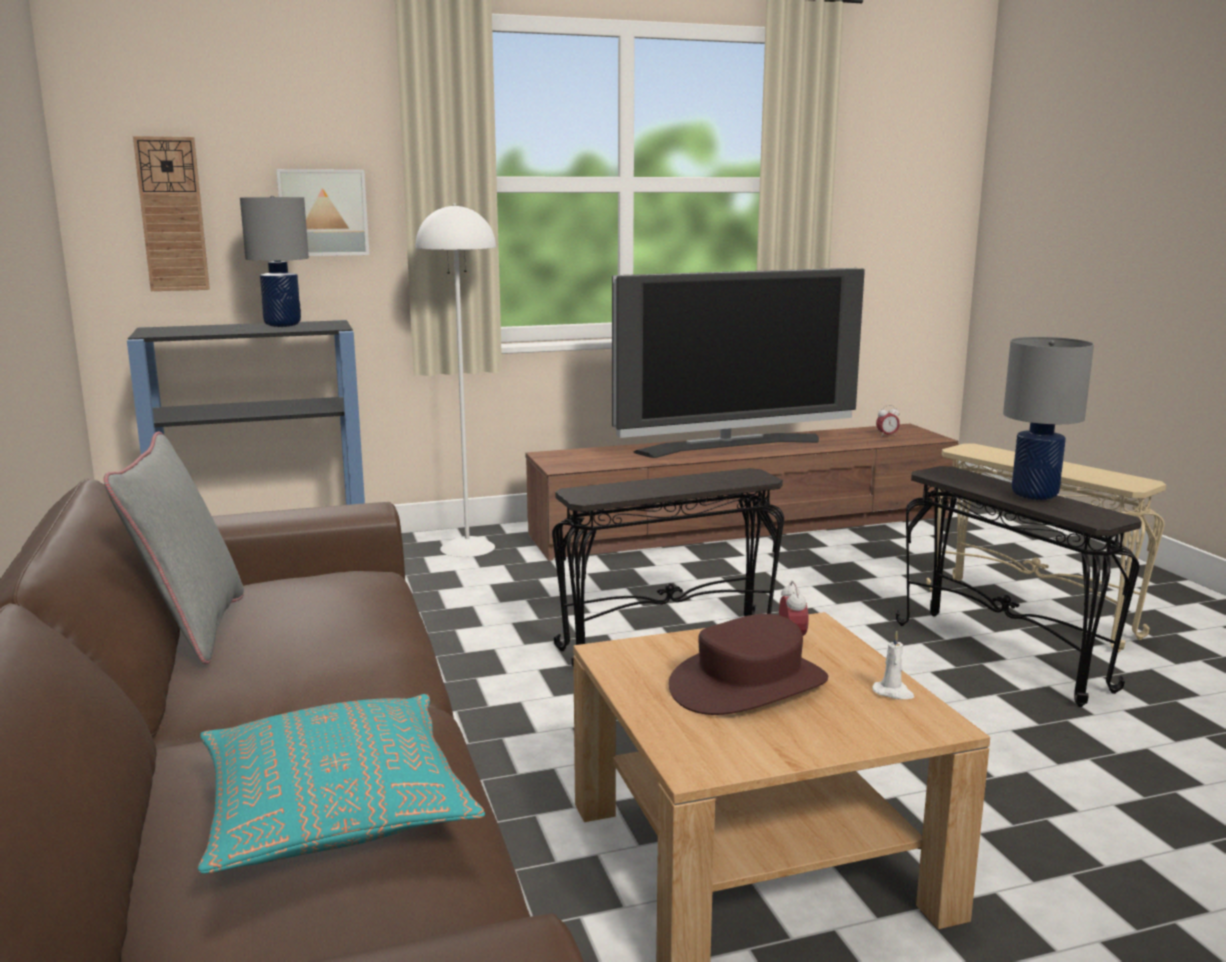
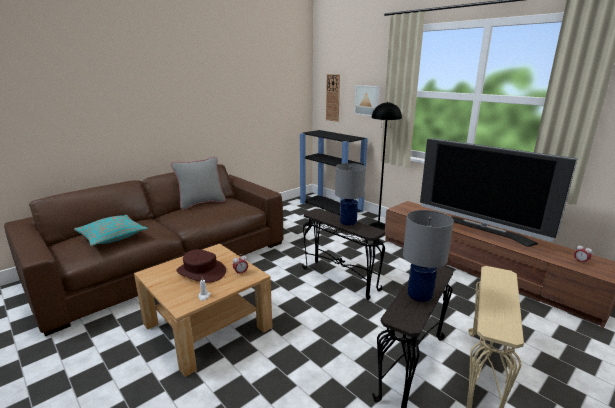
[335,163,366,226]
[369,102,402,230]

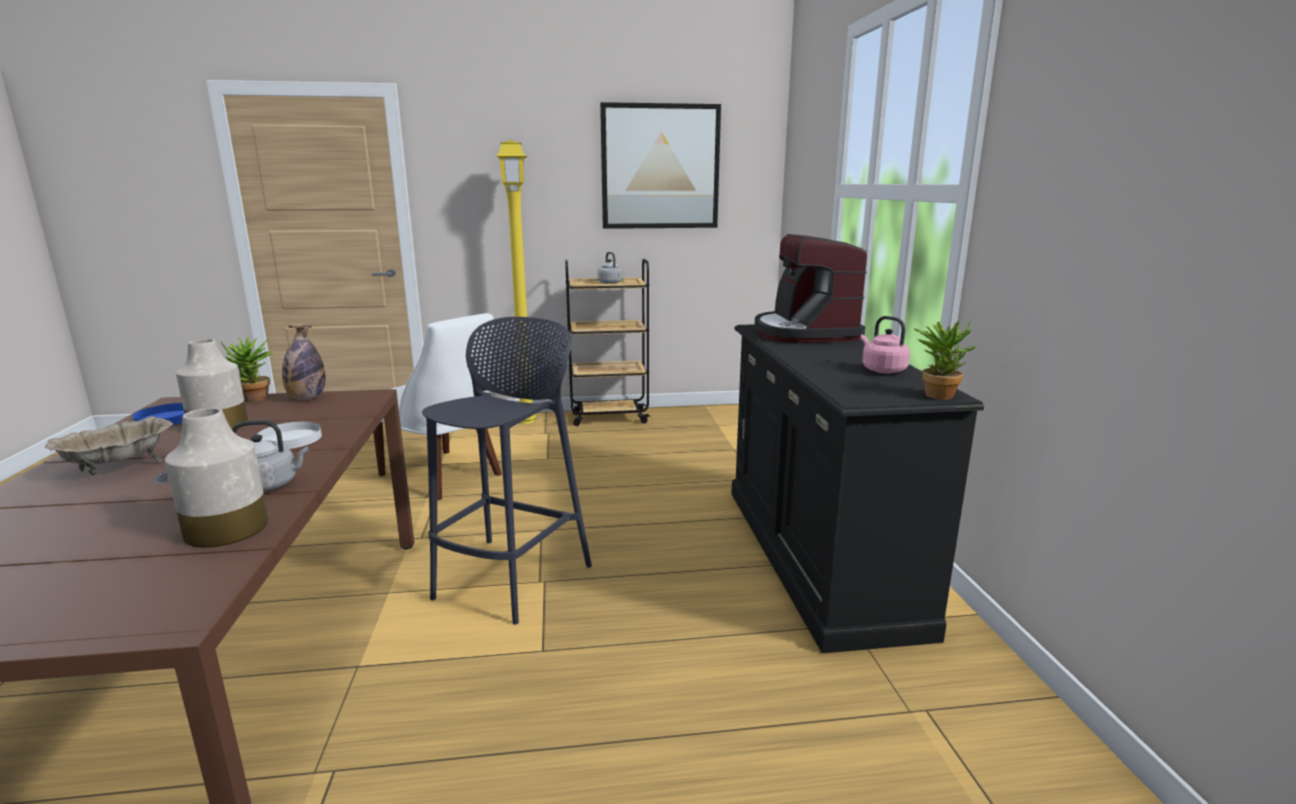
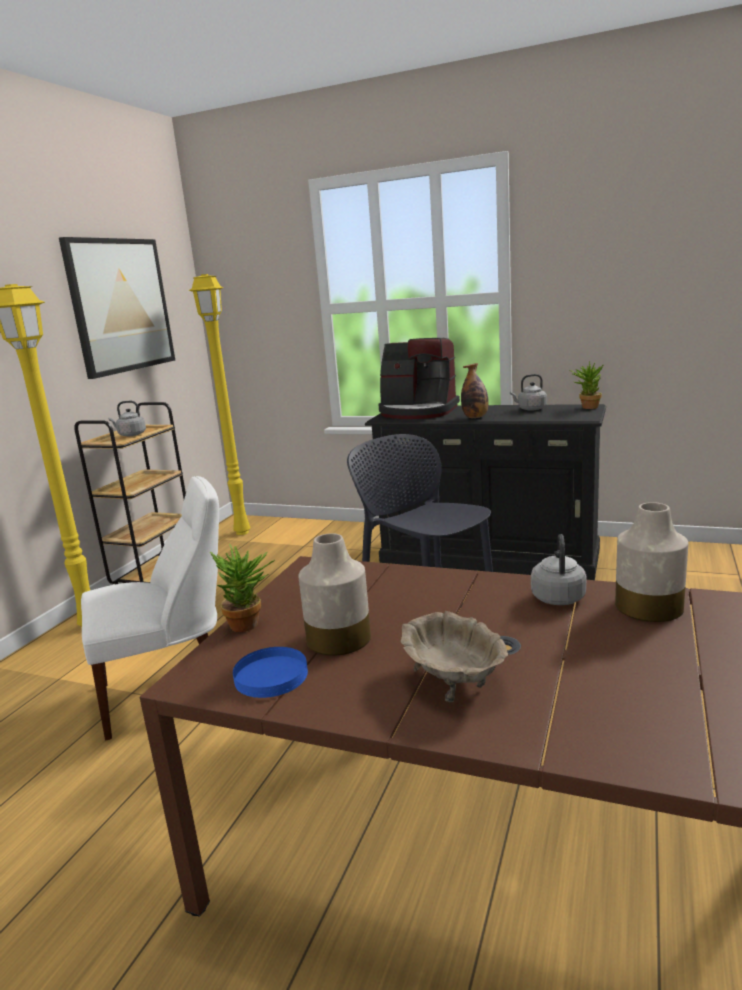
[510,374,547,411]
[461,363,489,418]
[257,422,322,449] (first image)
[189,274,251,535]

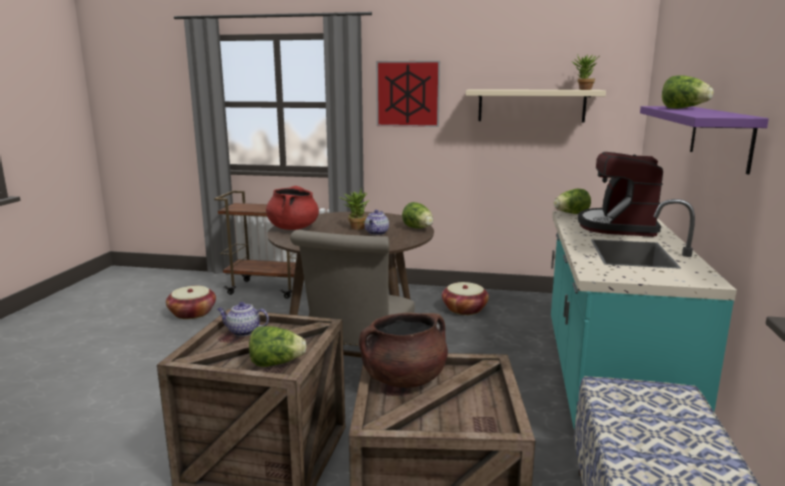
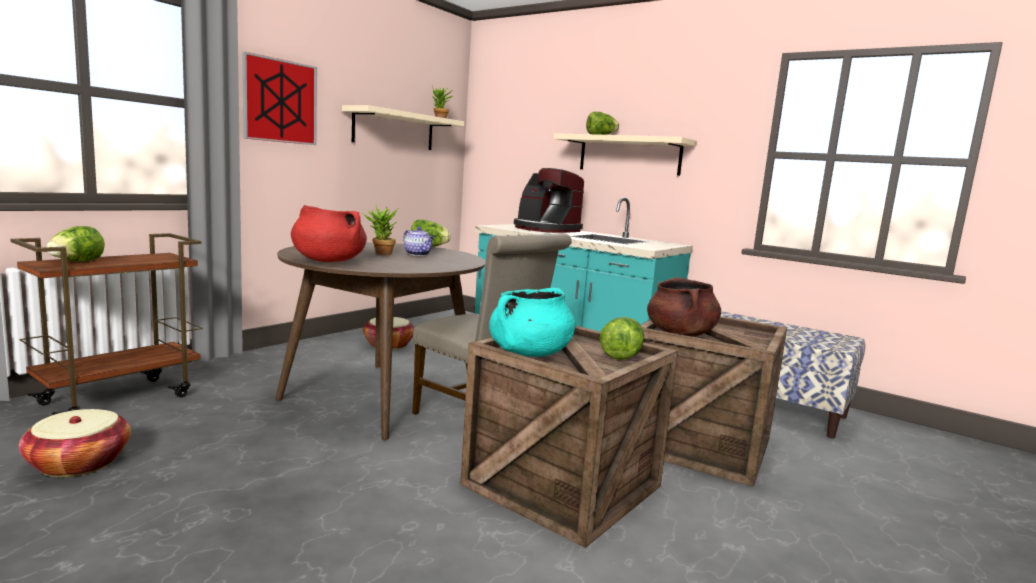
[554,133,697,176]
[46,226,105,261]
[489,288,576,357]

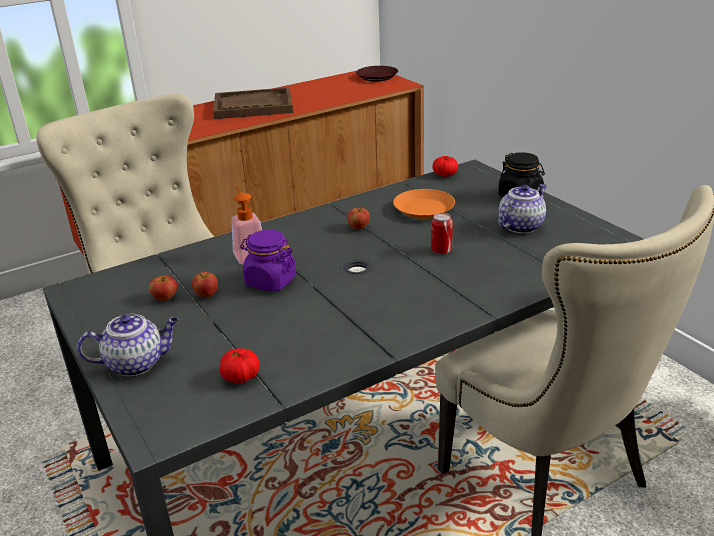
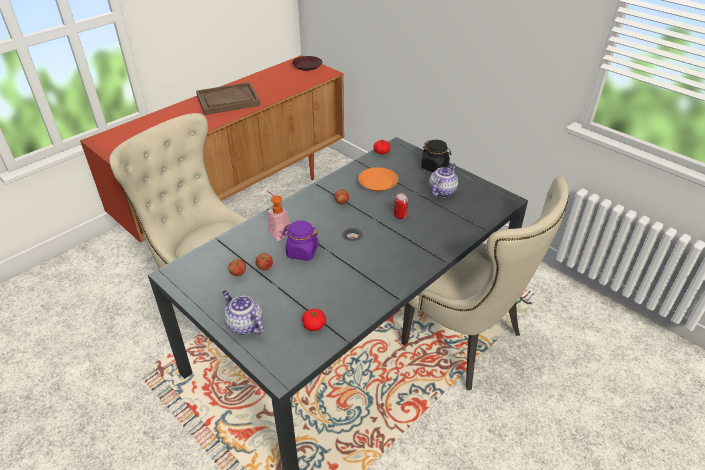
[222,290,264,335]

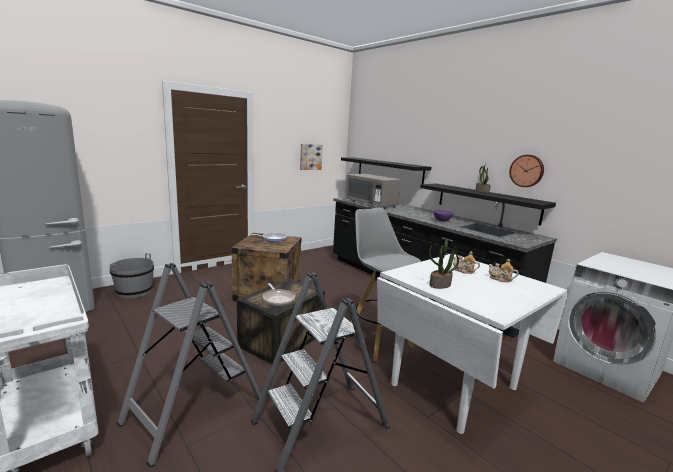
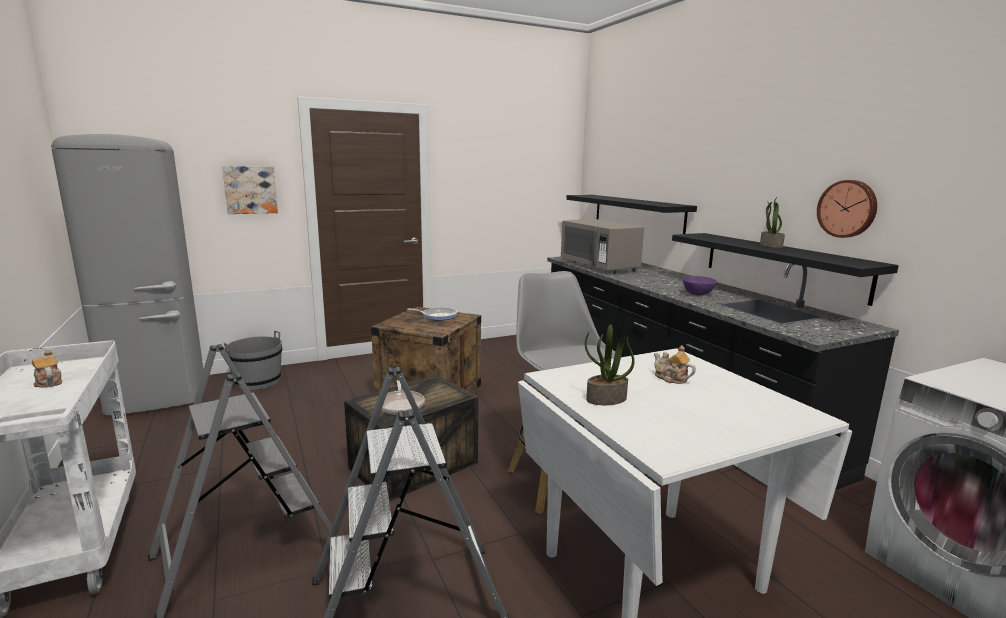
[222,166,278,214]
[32,350,62,388]

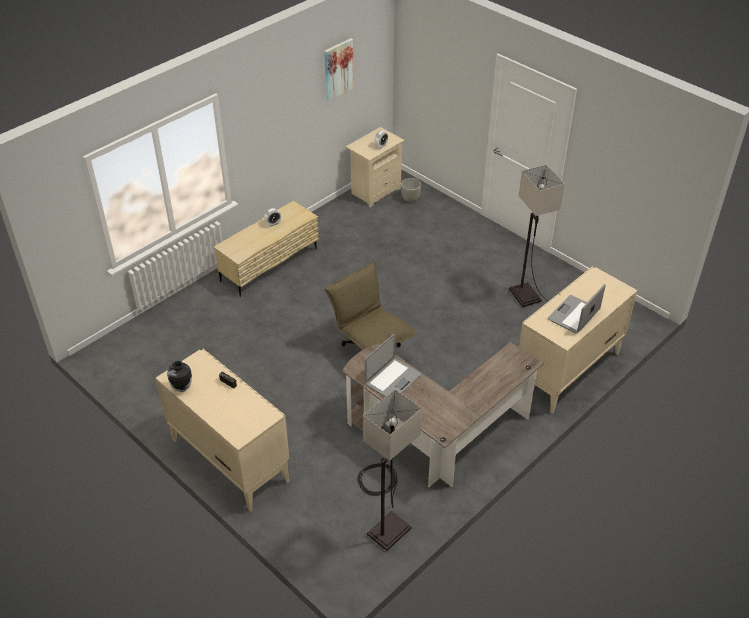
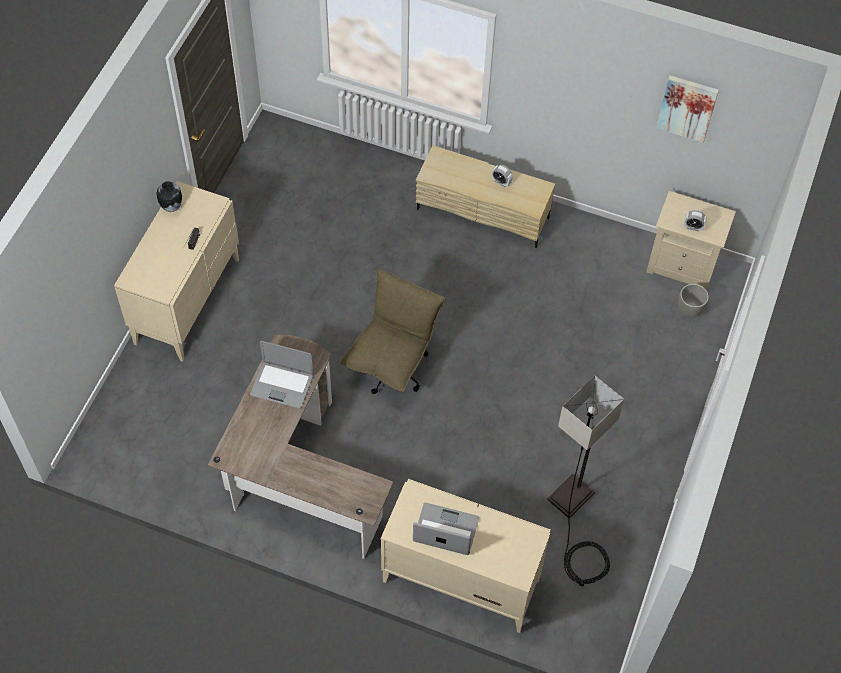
[358,390,422,551] (first image)

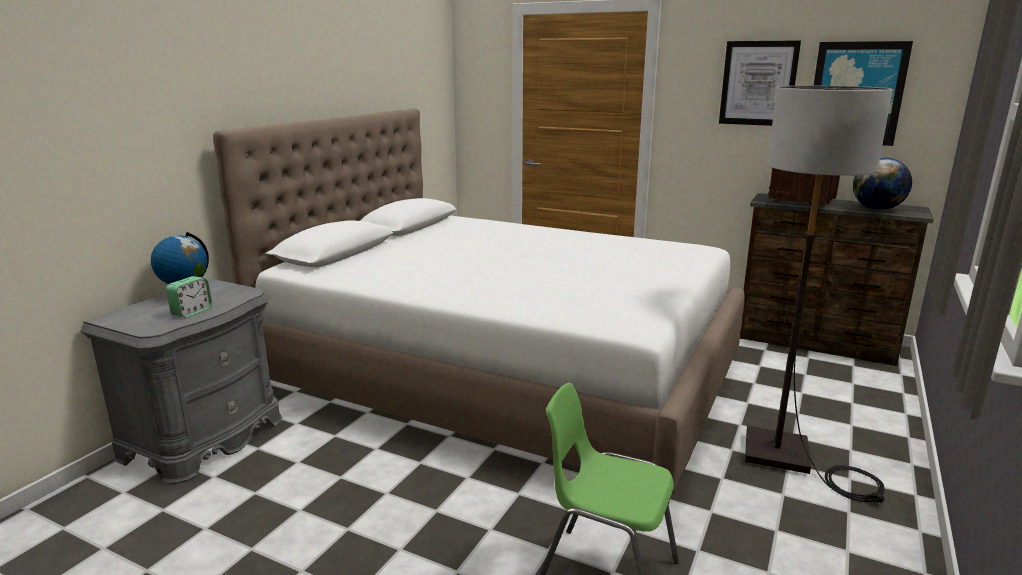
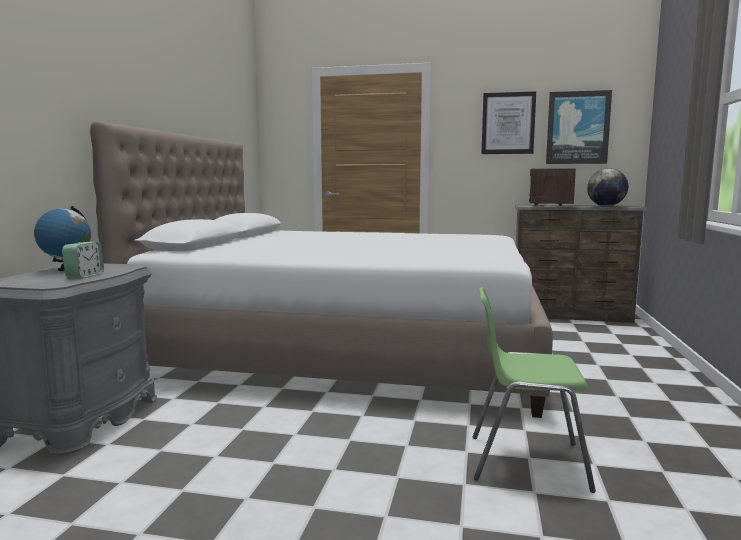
[745,86,893,506] (first image)

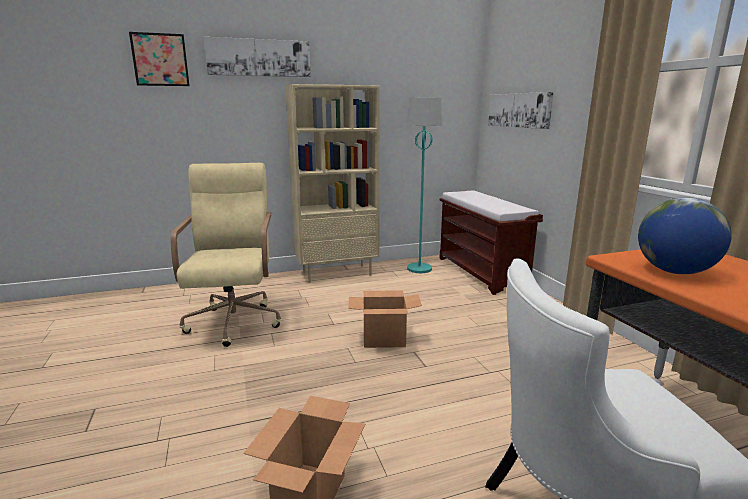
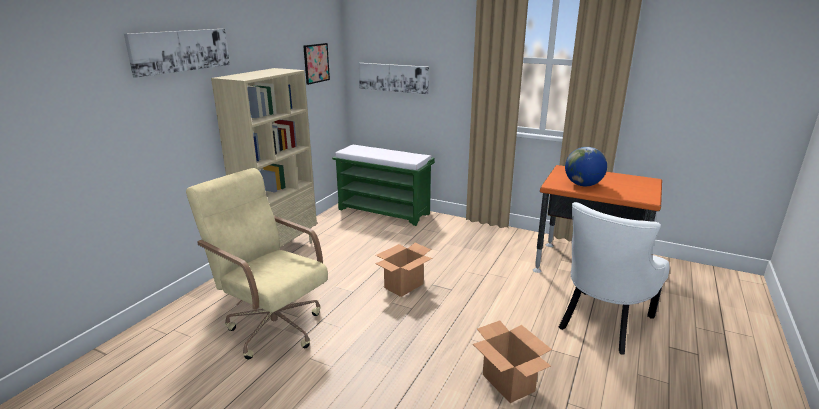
[303,43,330,85]
[407,97,442,273] (first image)
[332,145,435,226]

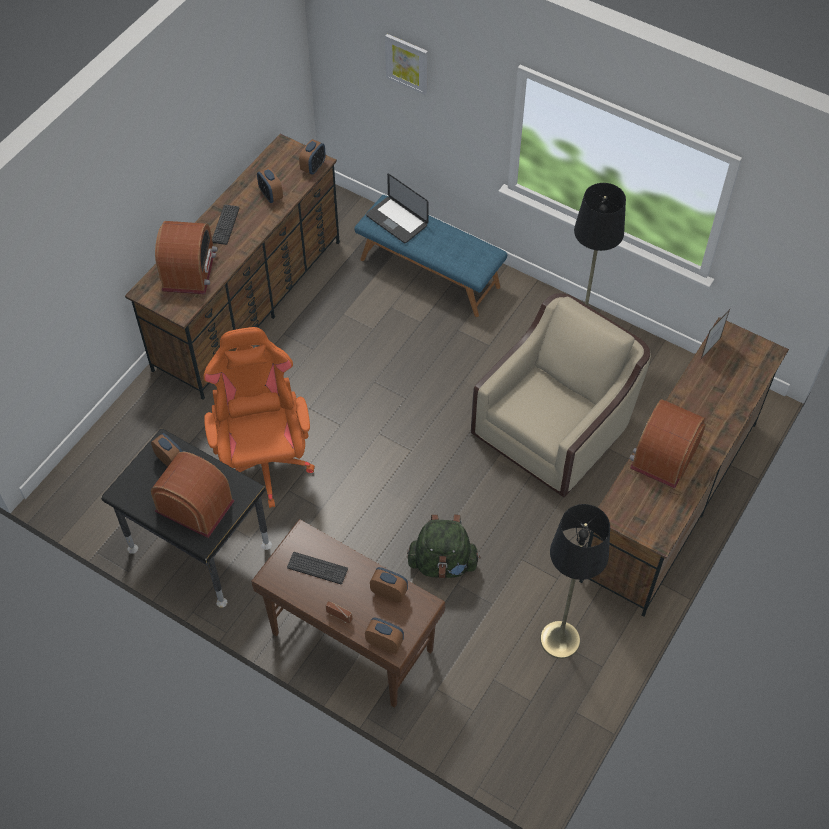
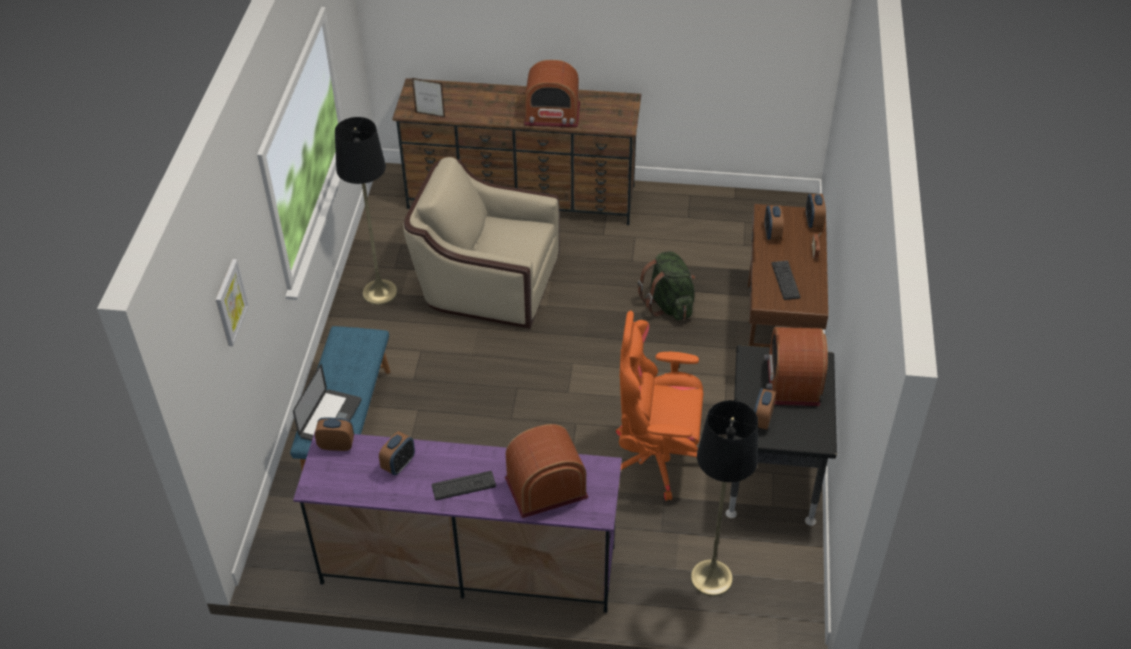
[293,432,622,613]
[616,310,703,501]
[691,400,758,596]

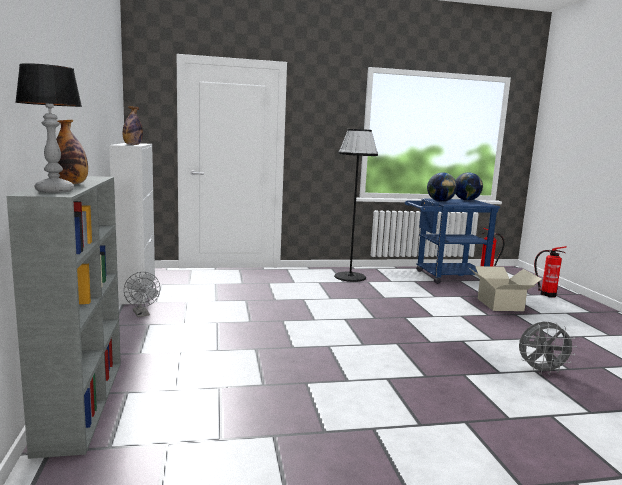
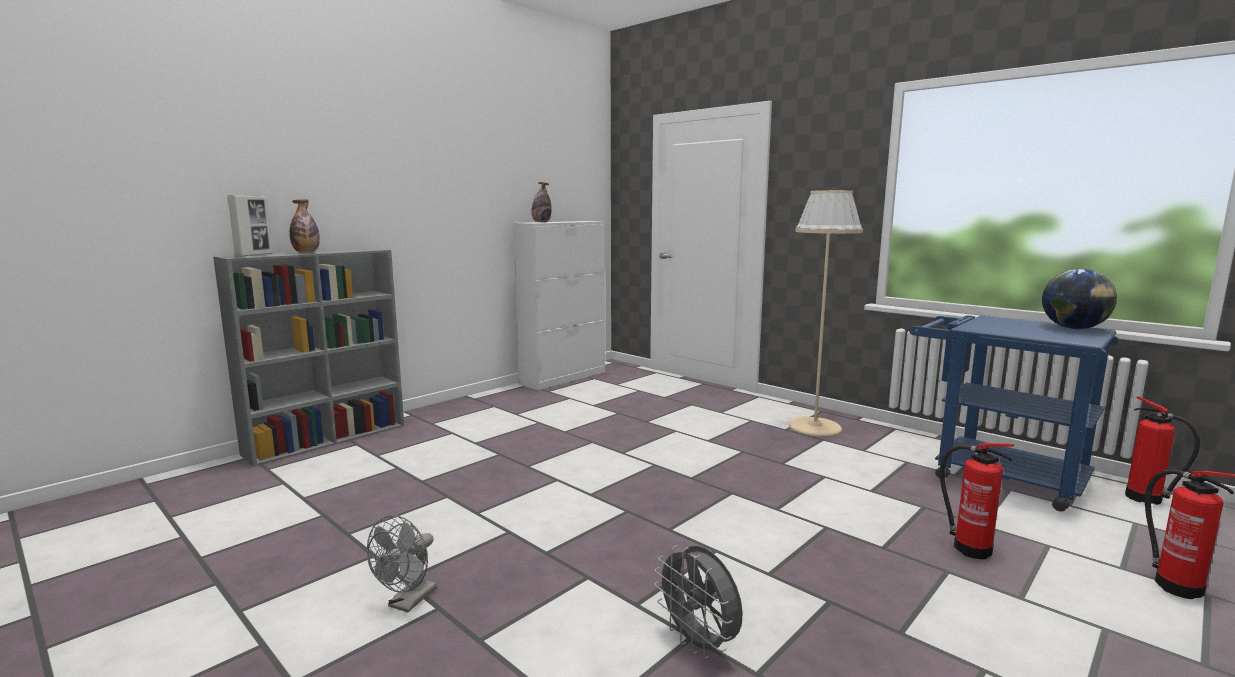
[227,195,273,257]
[789,190,863,436]
[427,173,457,202] (first image)
[940,443,1014,559]
[367,515,437,612]

